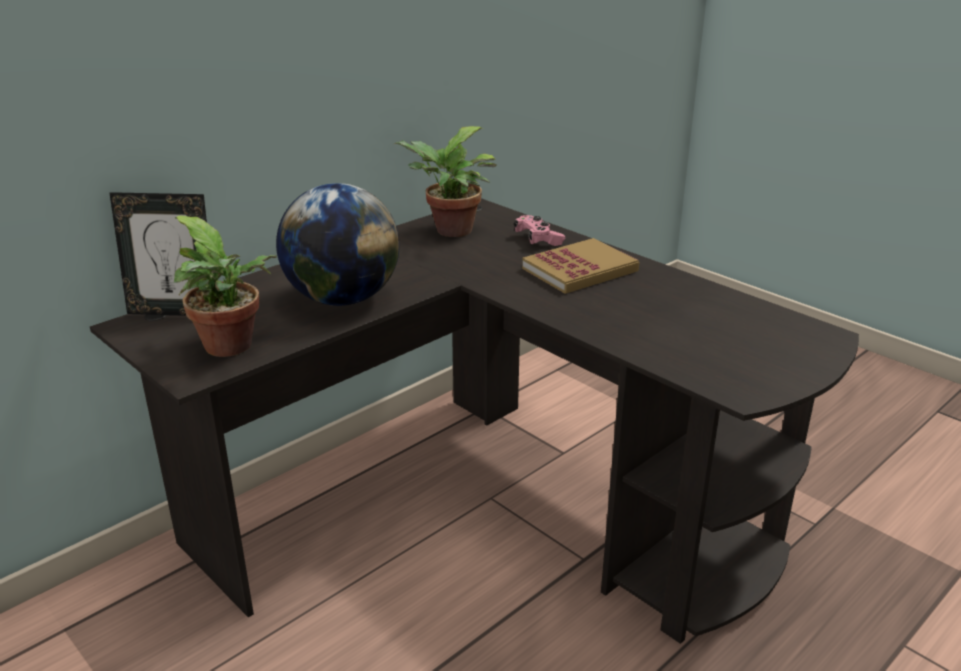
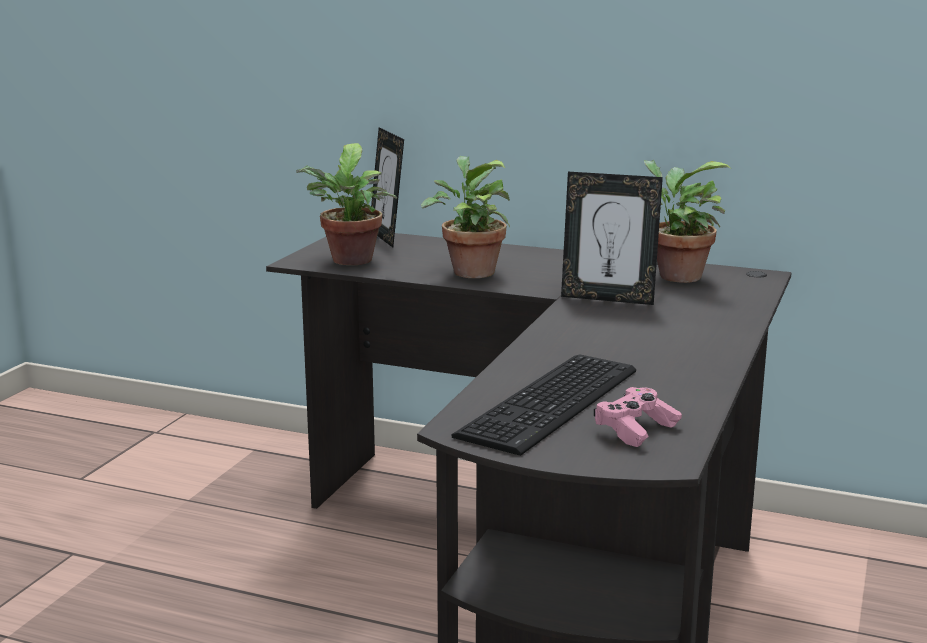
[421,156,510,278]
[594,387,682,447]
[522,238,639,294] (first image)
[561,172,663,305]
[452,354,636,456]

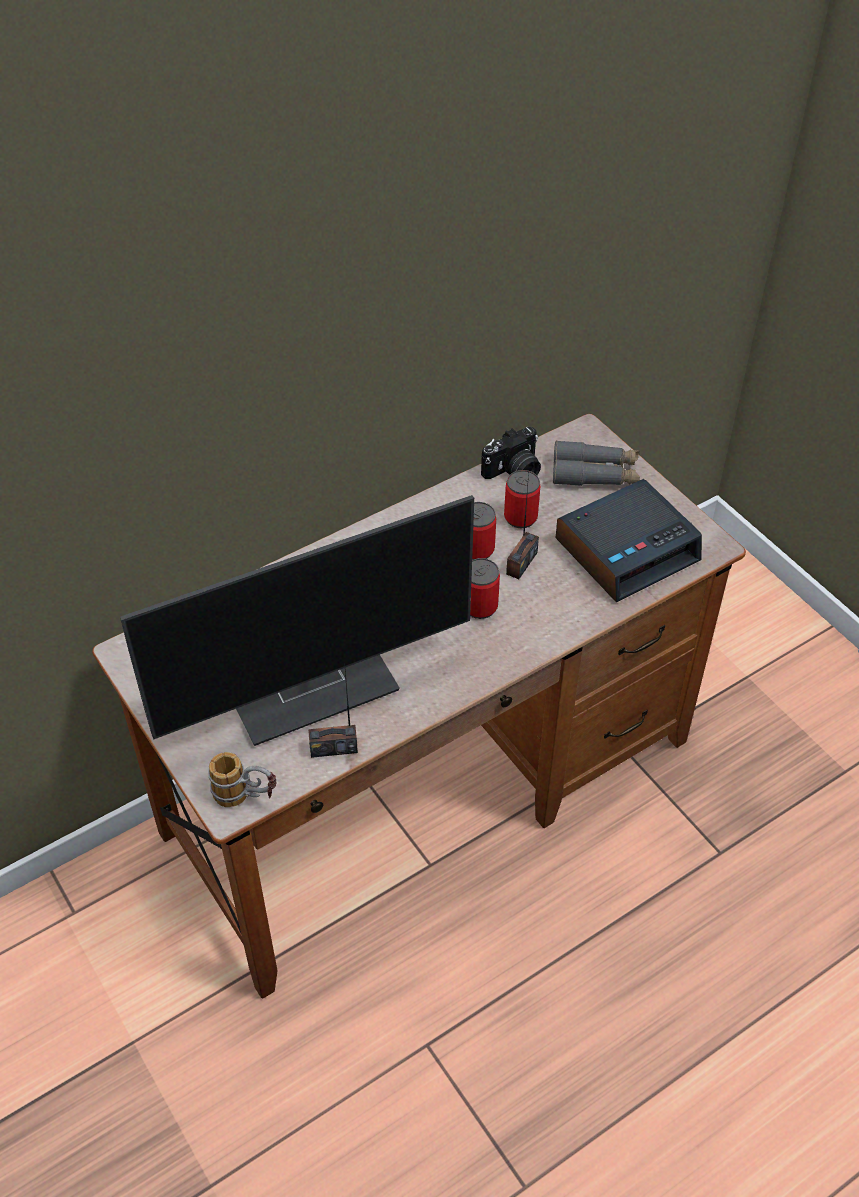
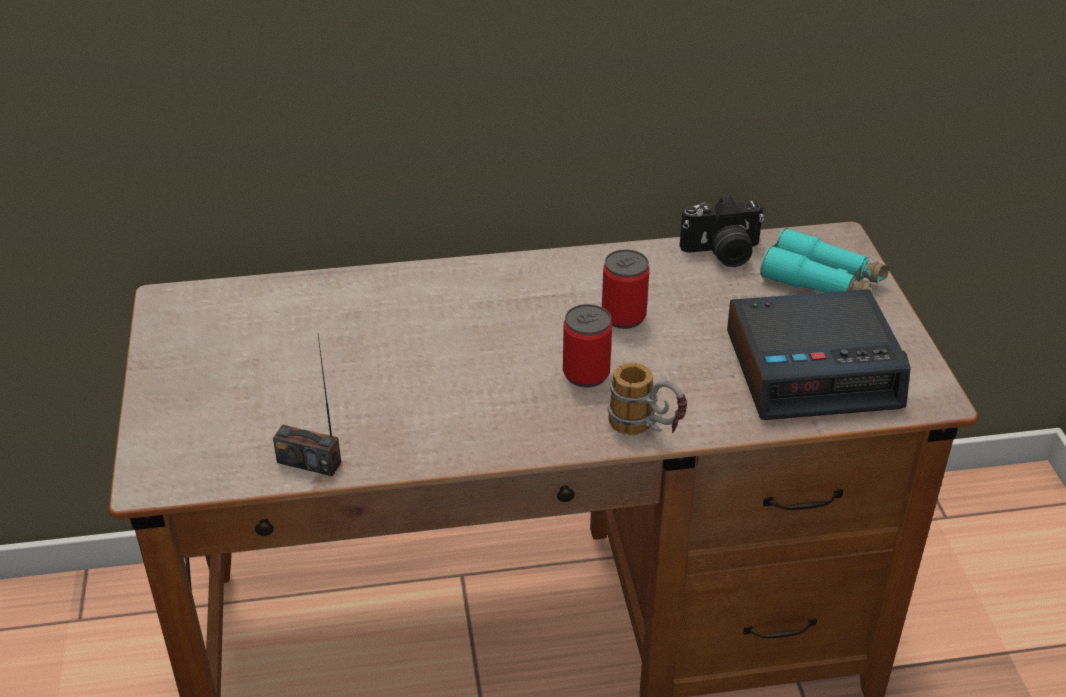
[760,228,889,293]
[504,470,540,528] (first image)
[506,473,539,579] (first image)
[120,495,474,746] (first image)
[608,362,687,435]

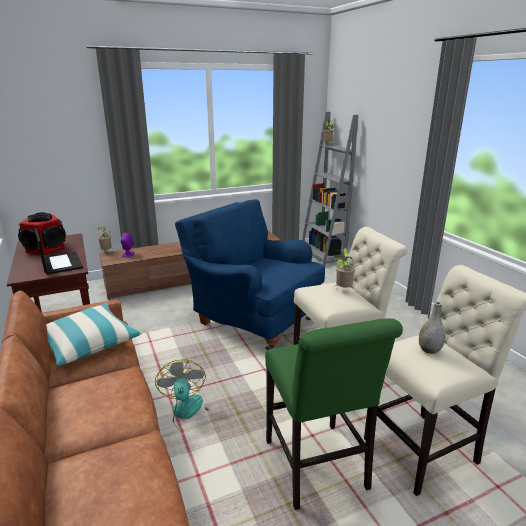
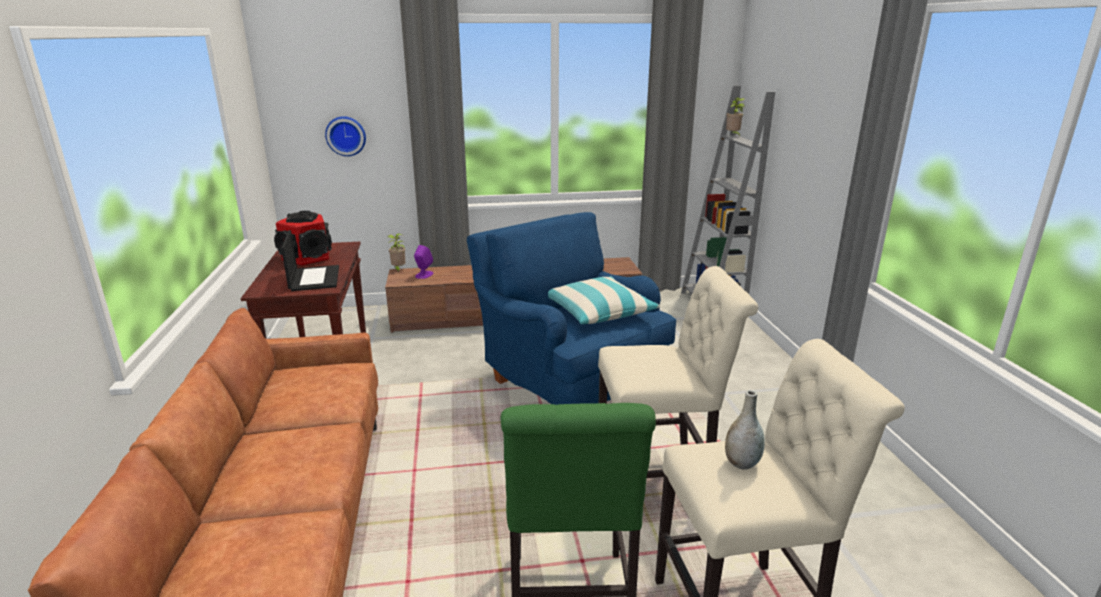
[335,248,355,288] (first image)
[548,276,660,324]
[155,360,209,431] (first image)
[325,116,366,156]

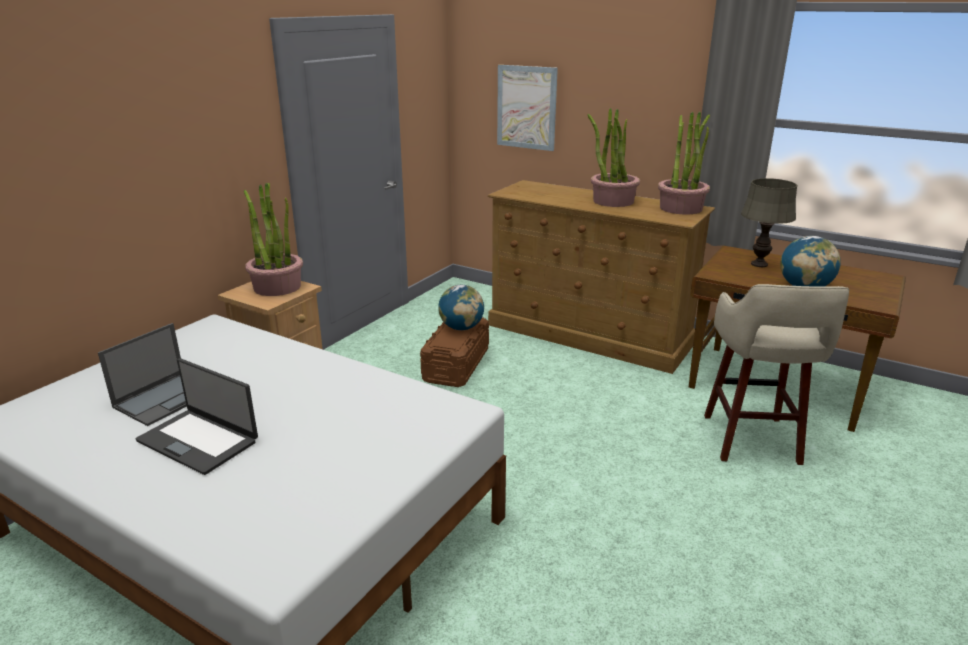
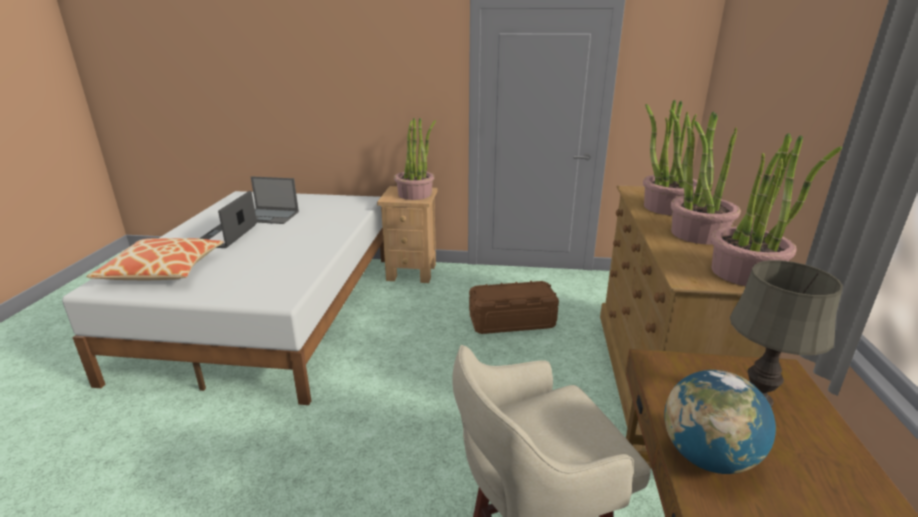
[497,65,558,151] (first image)
[438,285,484,330] (first image)
[643,99,698,216]
[86,238,224,280]

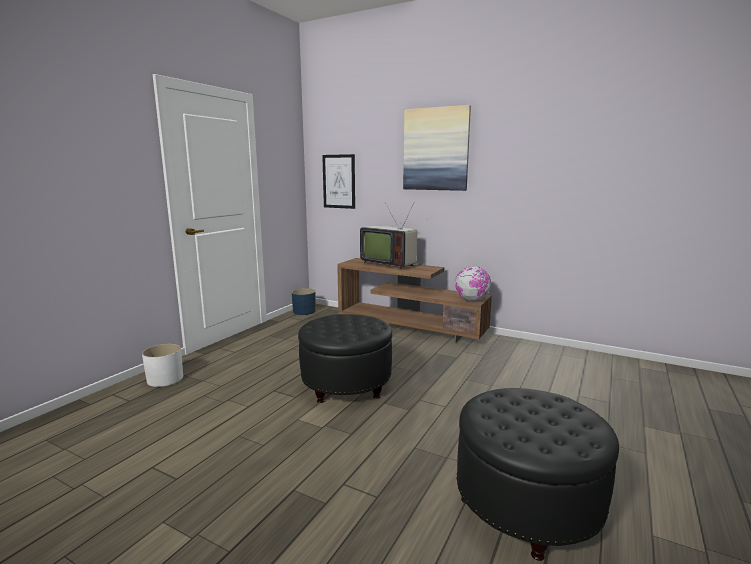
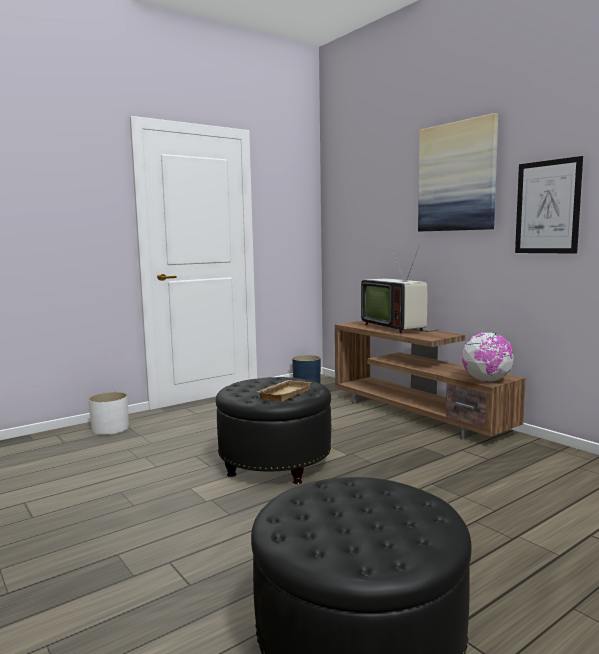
[515,156,583,254]
[257,380,312,402]

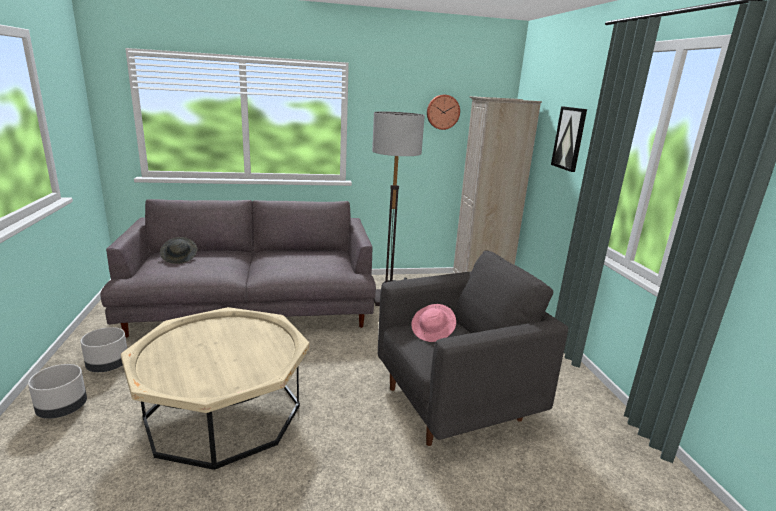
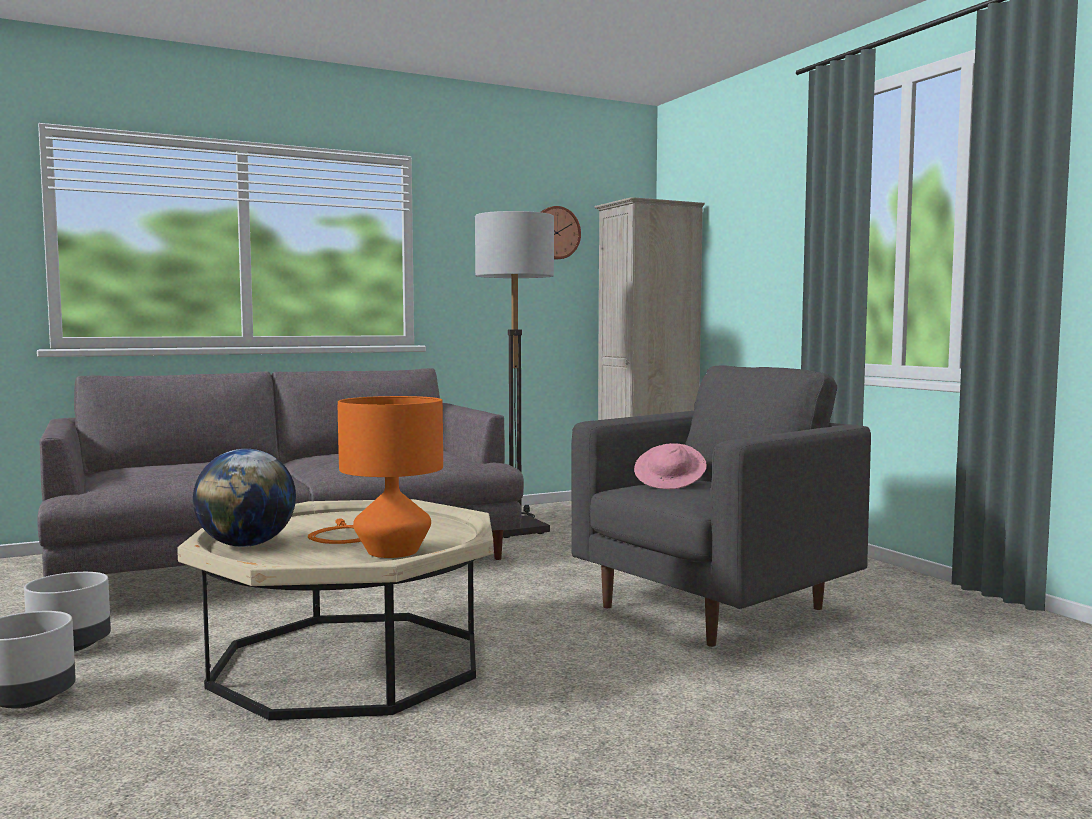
[551,106,587,172] (first image)
[160,237,198,264] (first image)
[308,396,443,558]
[193,449,296,547]

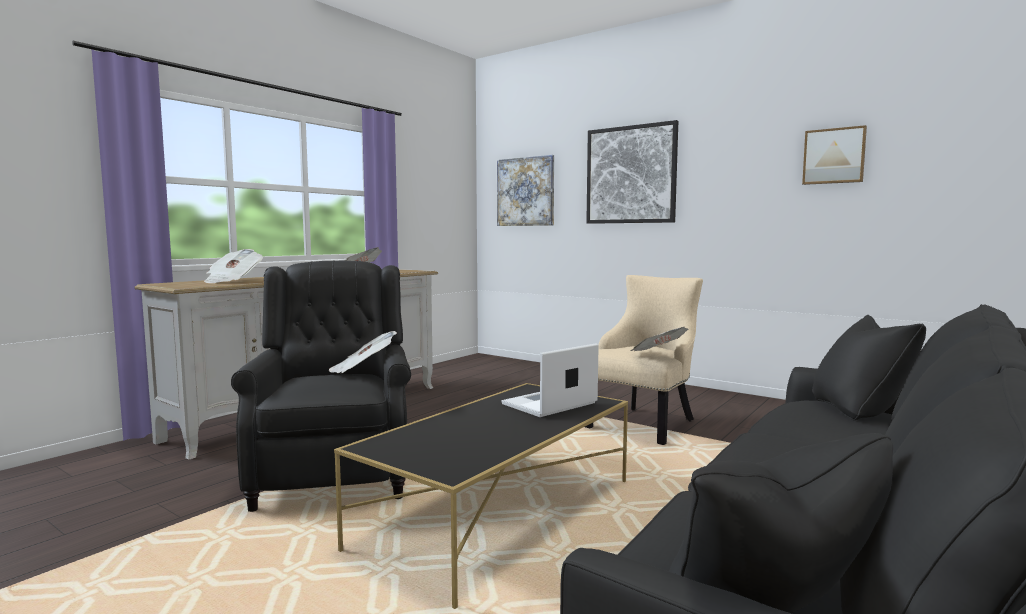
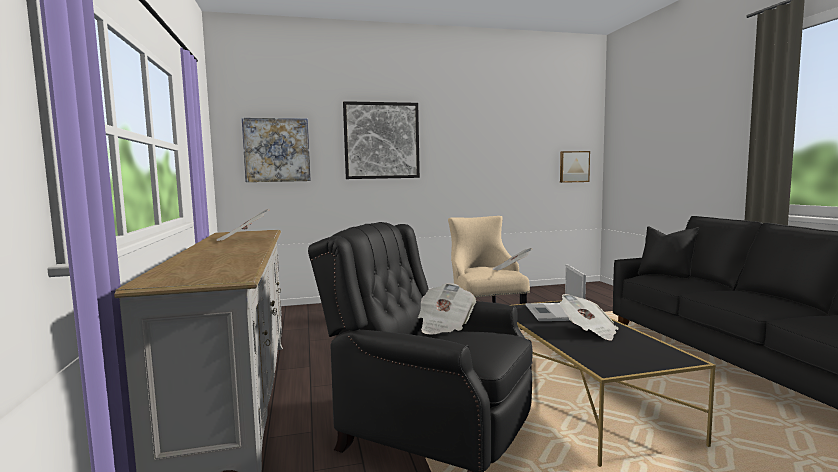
[560,151,590,183]
[560,294,618,341]

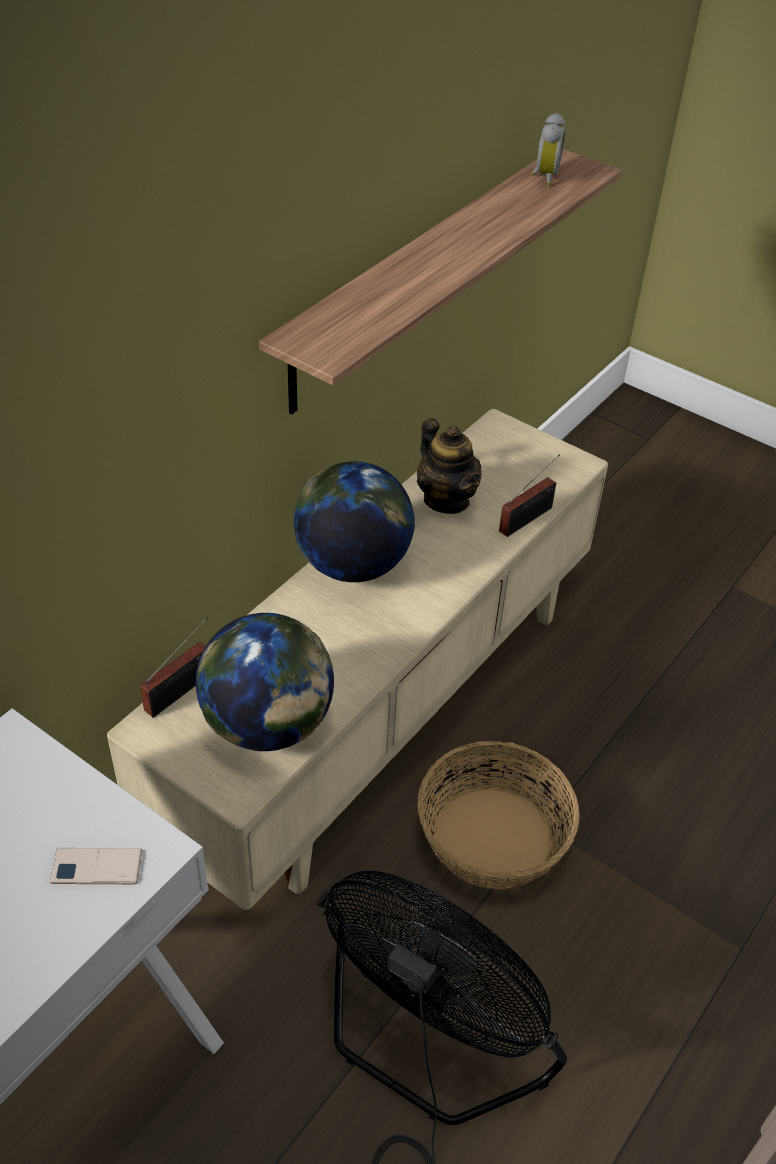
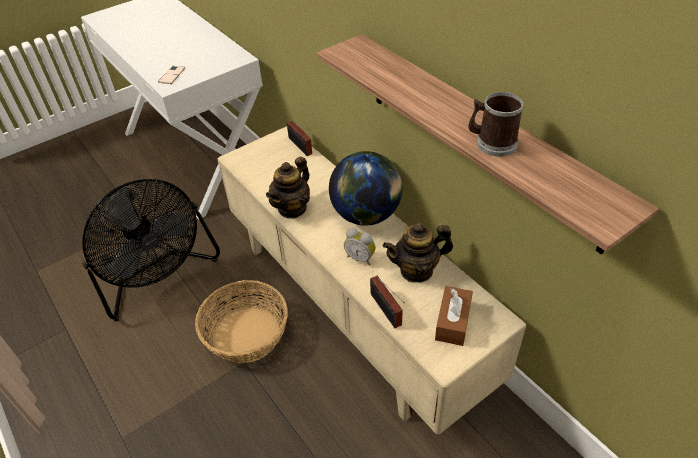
[344,228,376,266]
[196,613,334,751] (first image)
[468,92,524,157]
[266,157,310,219]
[435,286,473,346]

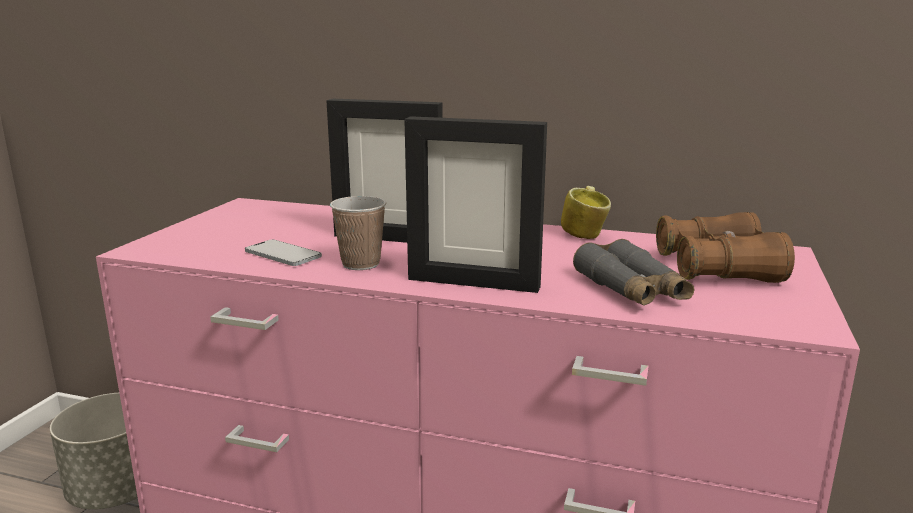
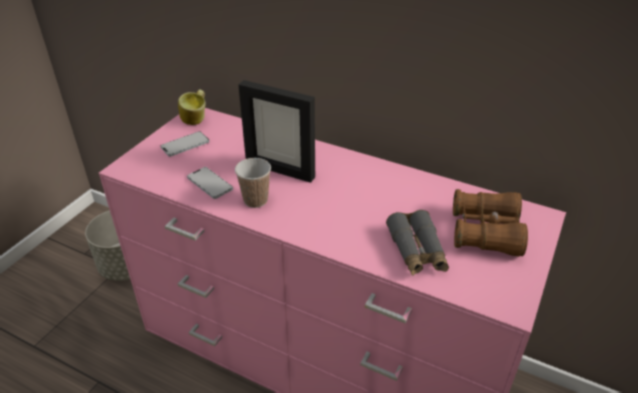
[404,116,547,293] (first image)
[178,89,206,125]
[160,131,209,157]

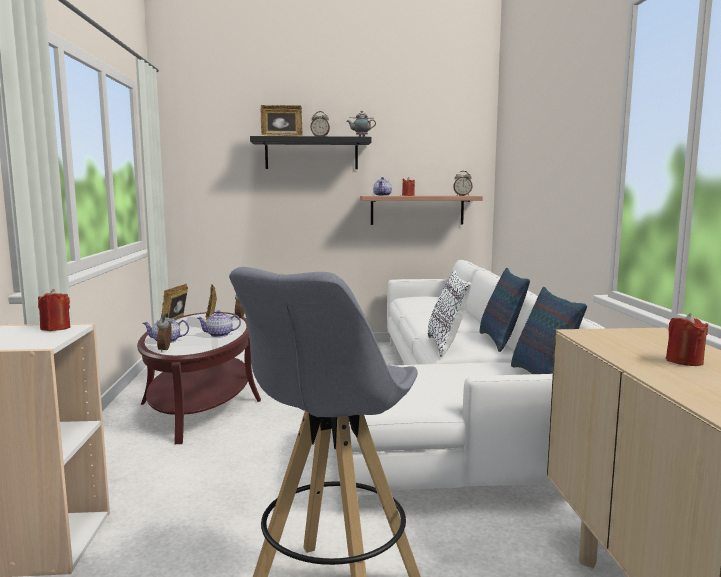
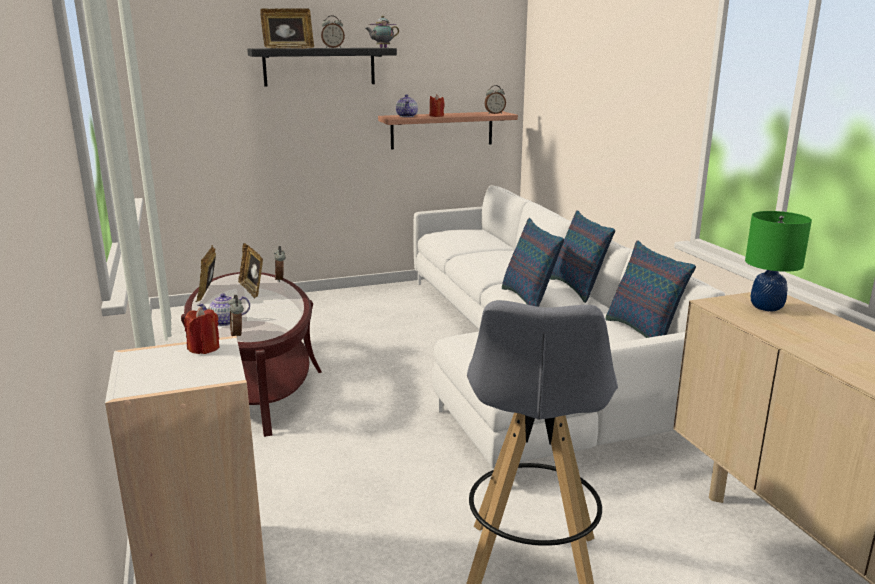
[502,218,564,307]
[197,310,241,337] (first image)
[666,313,709,366] (first image)
[745,211,812,312]

